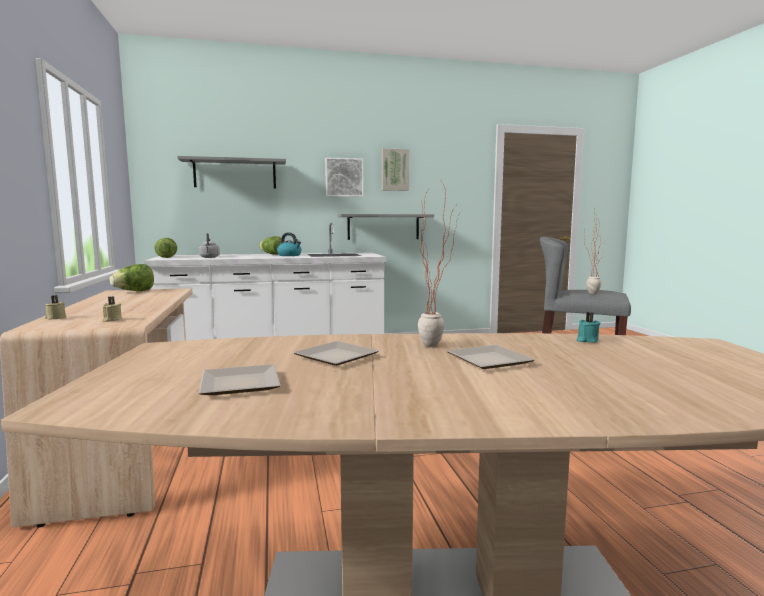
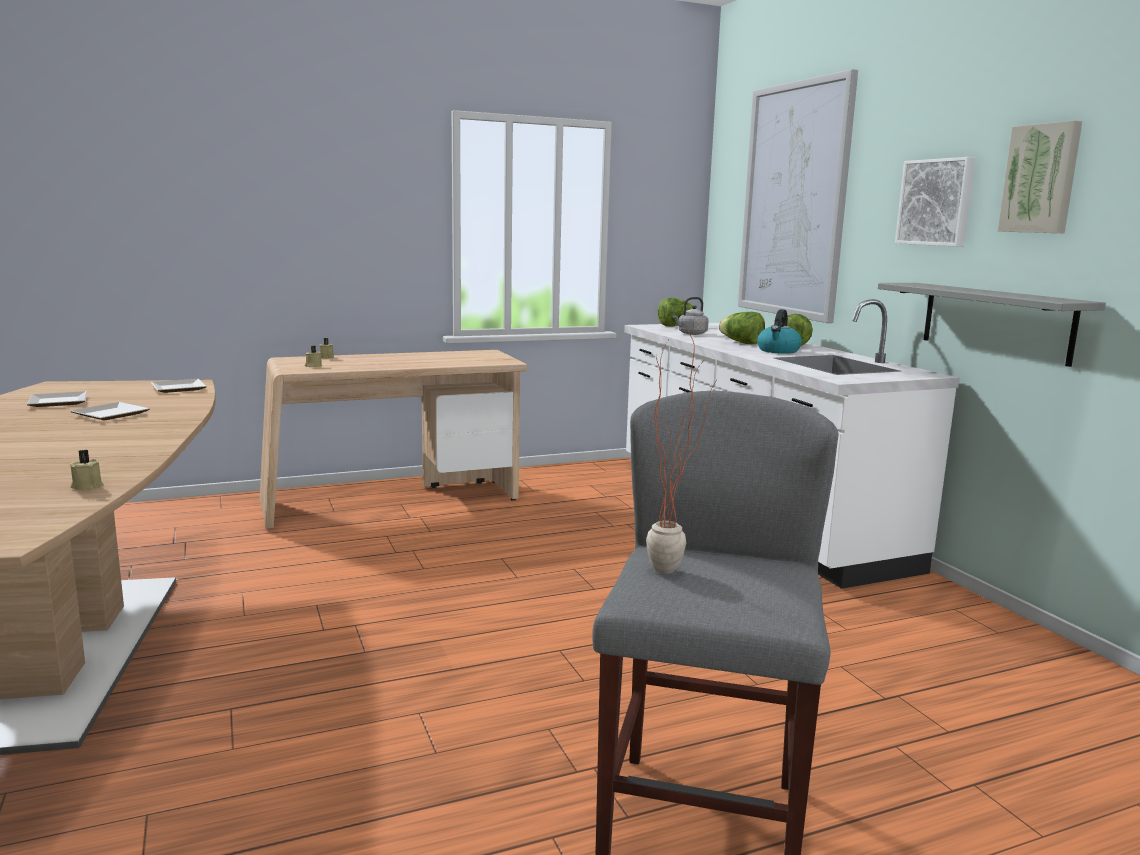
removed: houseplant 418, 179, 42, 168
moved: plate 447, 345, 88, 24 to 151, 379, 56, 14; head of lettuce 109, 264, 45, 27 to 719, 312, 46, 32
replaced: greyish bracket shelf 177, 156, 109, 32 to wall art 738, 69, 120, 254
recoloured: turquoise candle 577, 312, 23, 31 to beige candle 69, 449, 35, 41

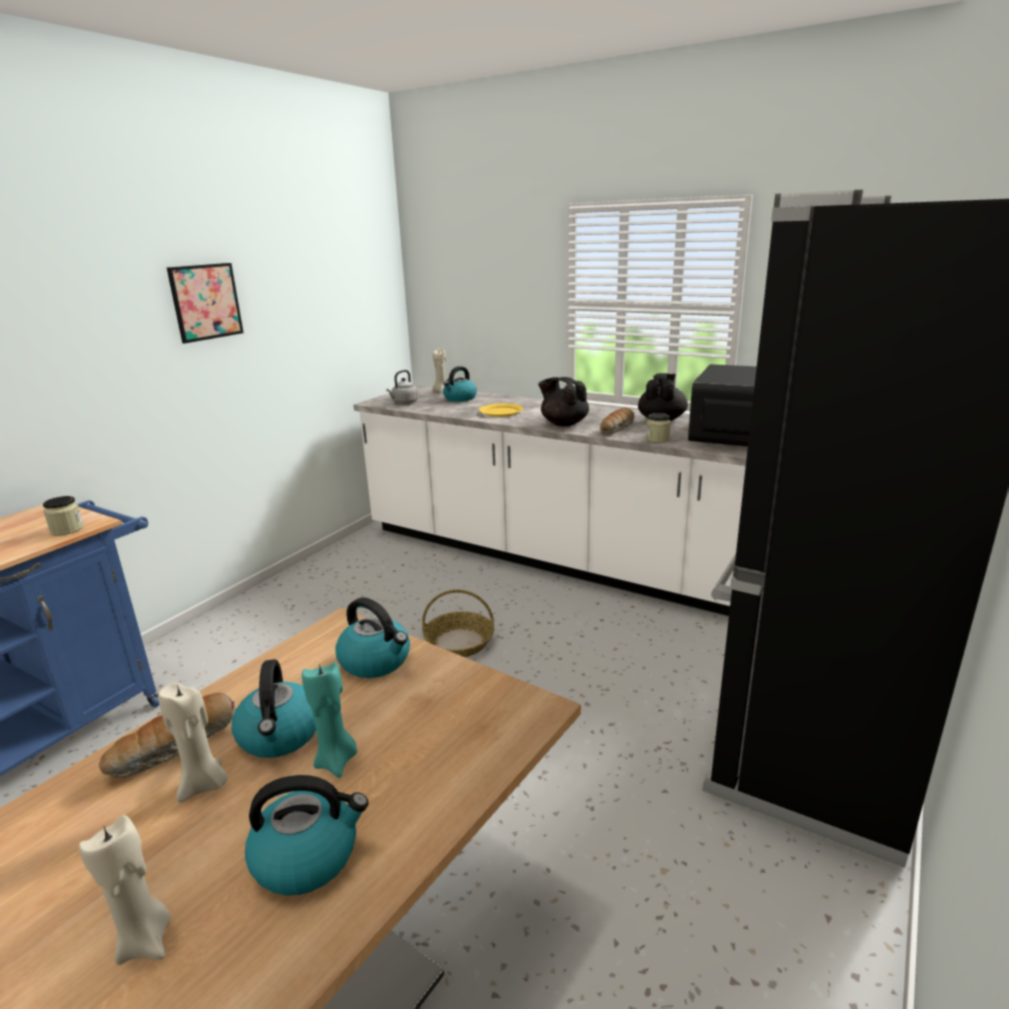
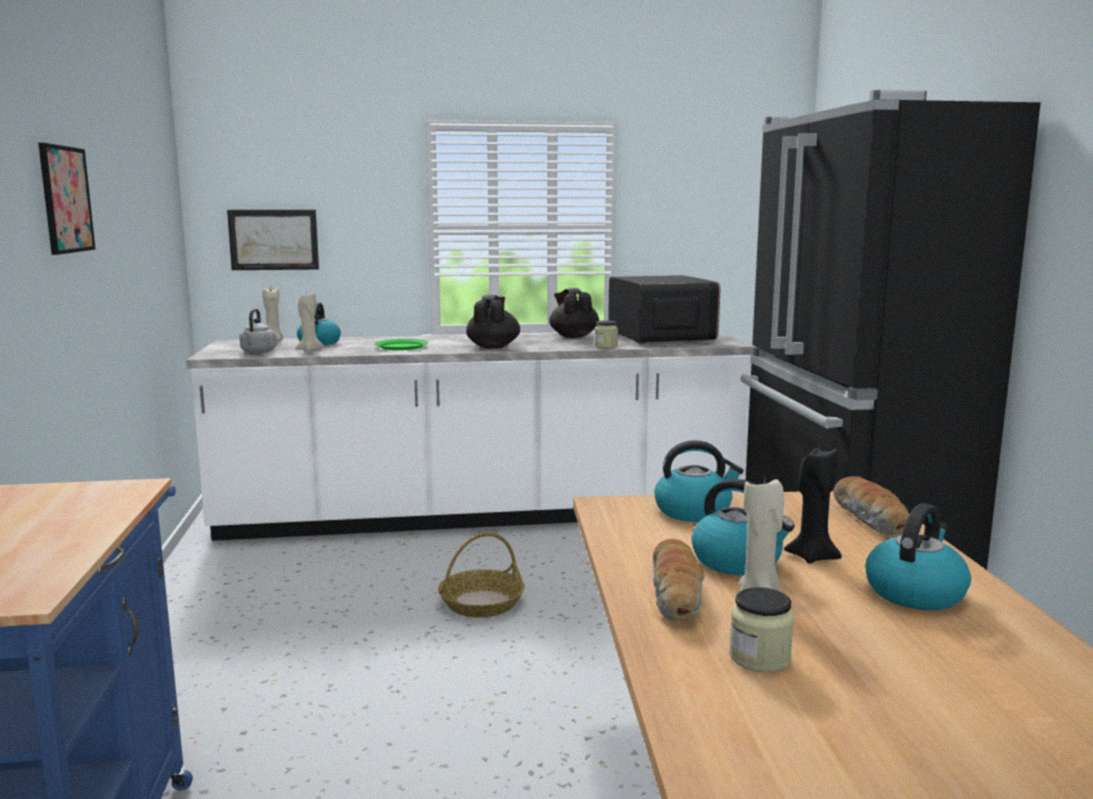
added: wall art 227, 210, 92, 60
moved: beige candle 79, 815, 92, 150 to 295, 292, 29, 60; storage jar 43, 496, 41, 39 to 729, 587, 65, 85; bread 600, 408, 34, 26 to 833, 476, 76, 59
recoloured: yellowish plate 479, 403, 44, 14 to greenish plate 375, 339, 53, 11; turquoise candle 302, 662, 55, 116 to black-coloured candle 784, 446, 58, 118
turned: black-coloured tea pot 538, 377, 51, 49 = 466, 295, 54, 54 90 degrees clockwise

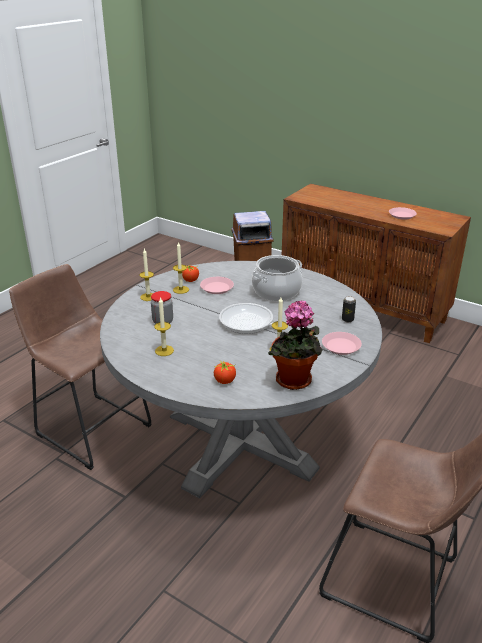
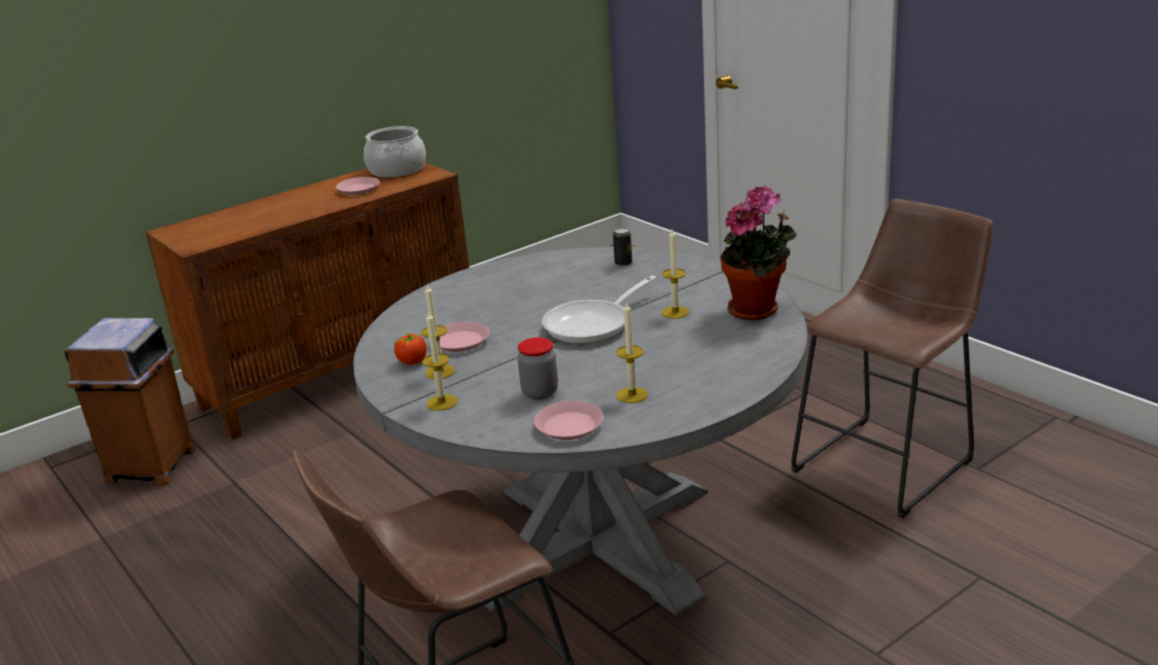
removed: fresh tomato 214, 361, 22, 23
moved: cooking pot 252, 255, 50, 46 to 364, 126, 62, 52; pinkish plate 322, 332, 40, 23 to 534, 401, 69, 39

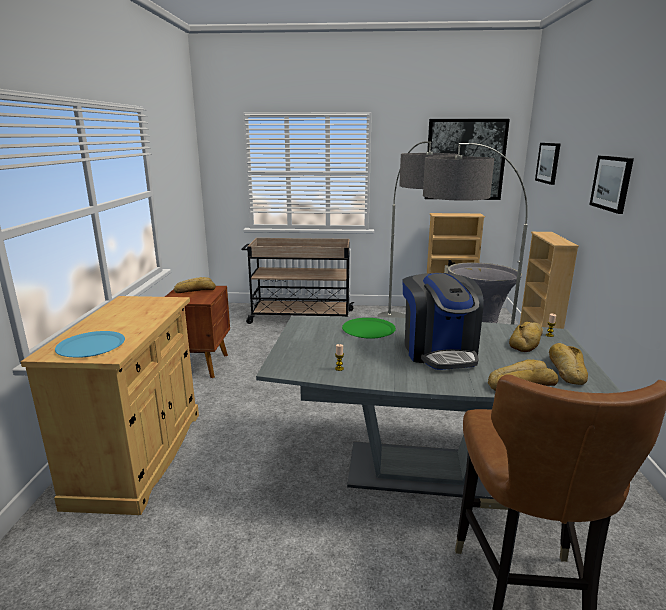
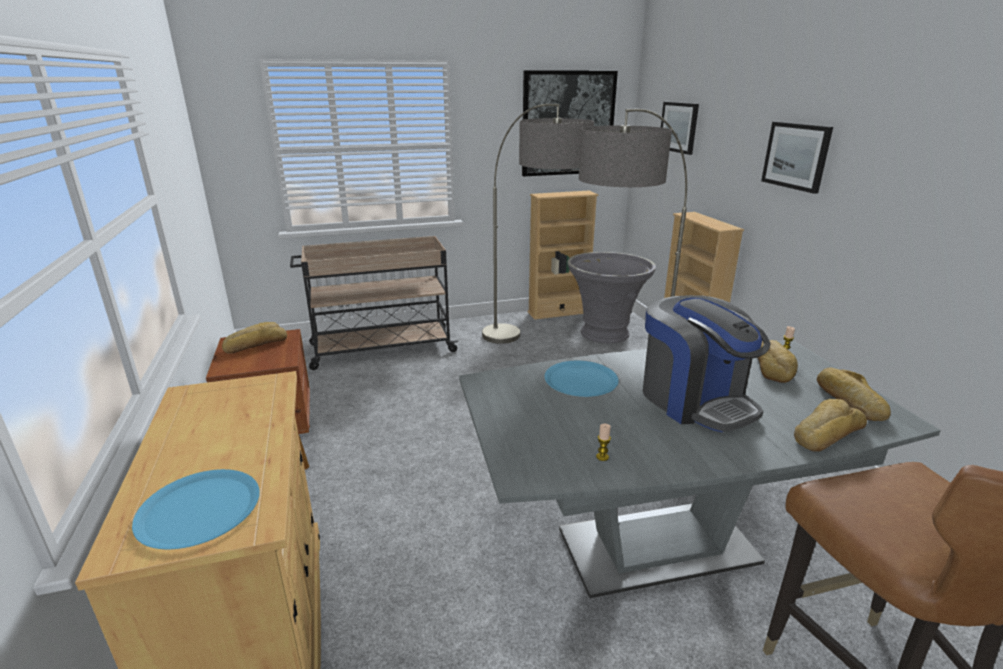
recoloured: greenish plate 342, 318, 54, 21 to blue plate 545, 361, 74, 36

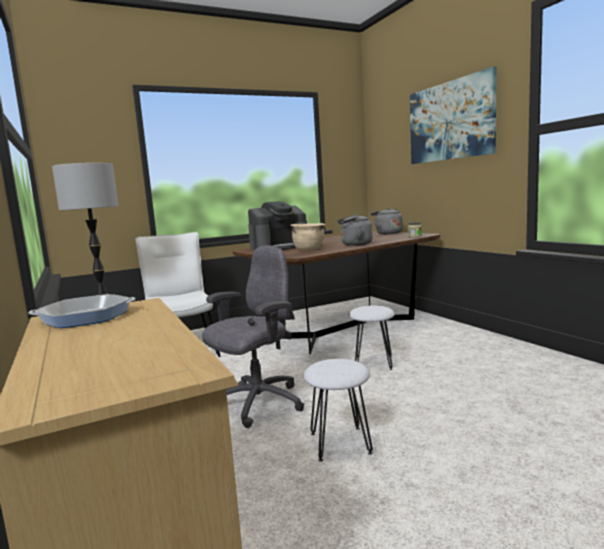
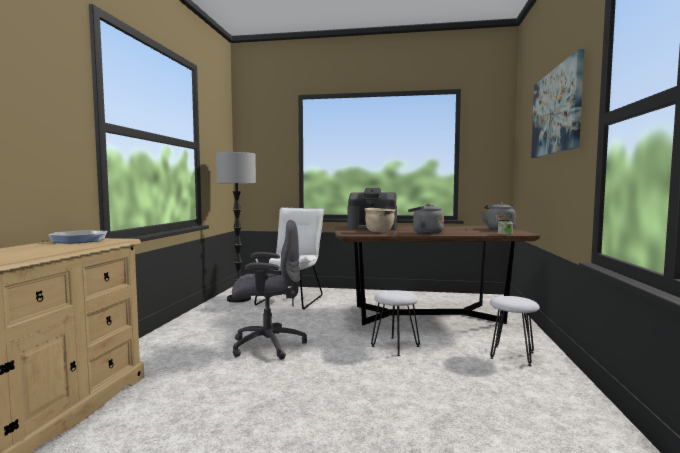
moved: whitish stool 304, 359, 69, 102 to 490, 296, 50, 70

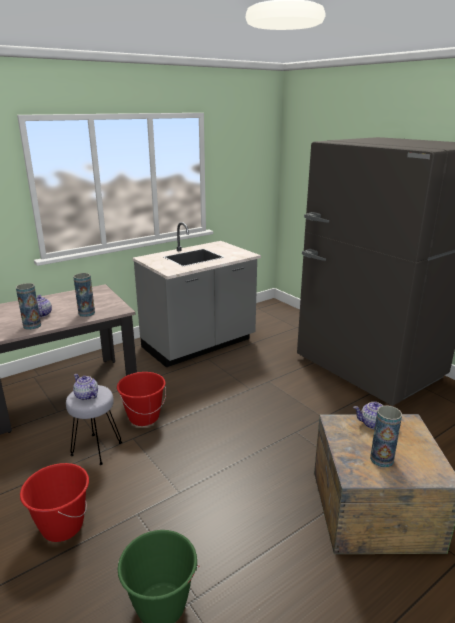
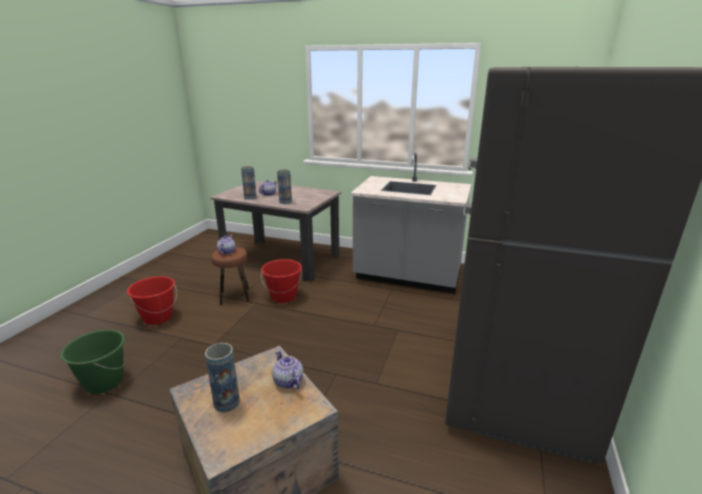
recoloured: greyish stool 66, 385, 56, 80 to brown-coloured stool 211, 247, 38, 58

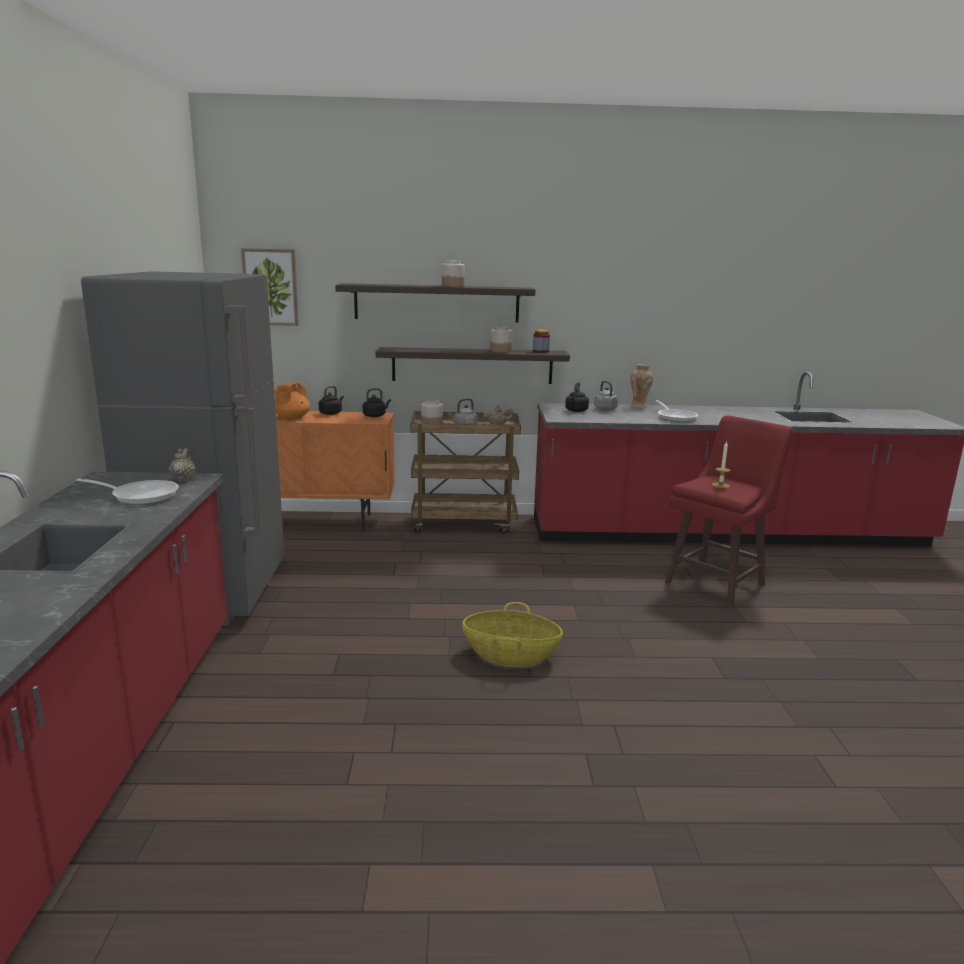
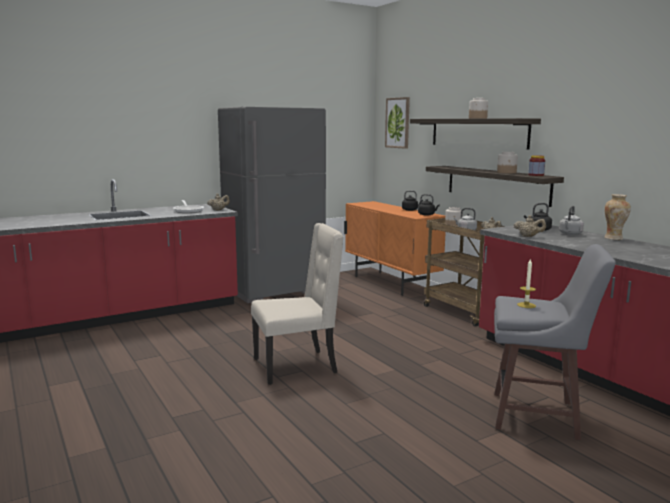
removed: orange-coloured tea pot 274, 382, 36, 38; skillet 656, 400, 42, 22
added: beige tea pot 514, 215, 32, 22
replaced: household basket 462, 602, 101, 65 to beige chair 251, 223, 92, 162
recoloured: red-coloured stool 665, 416, 128, 191 to greyish stool 494, 244, 122, 196

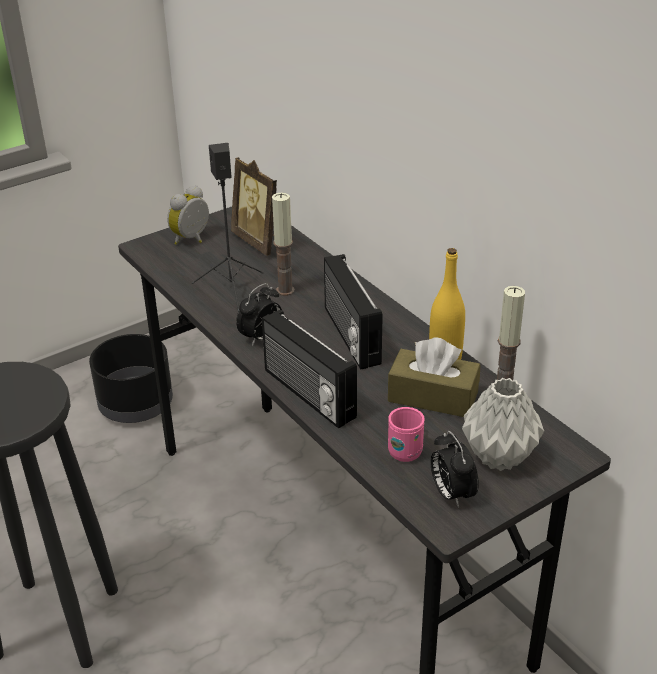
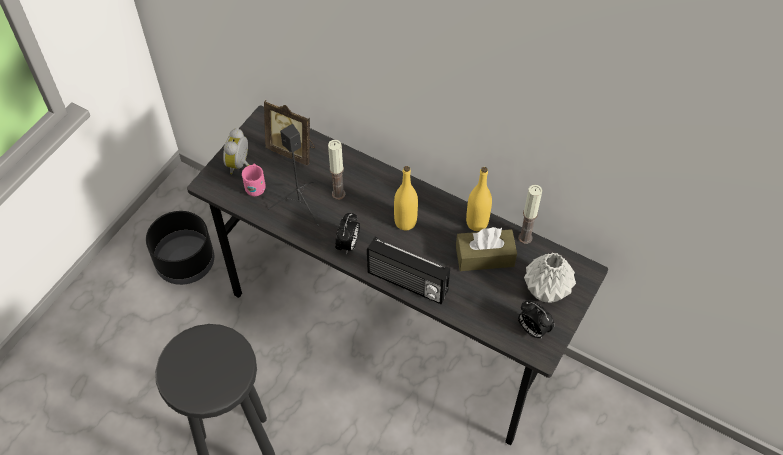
moved: pinkish tea mug 388, 407, 37, 55 to 242, 163, 24, 33
replaced: radio 324, 254, 58, 116 to yellowish bottle 394, 166, 24, 64

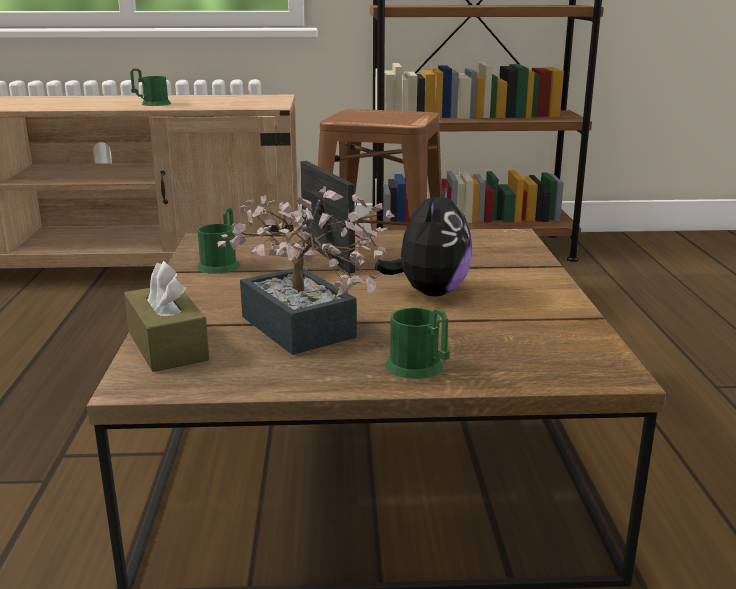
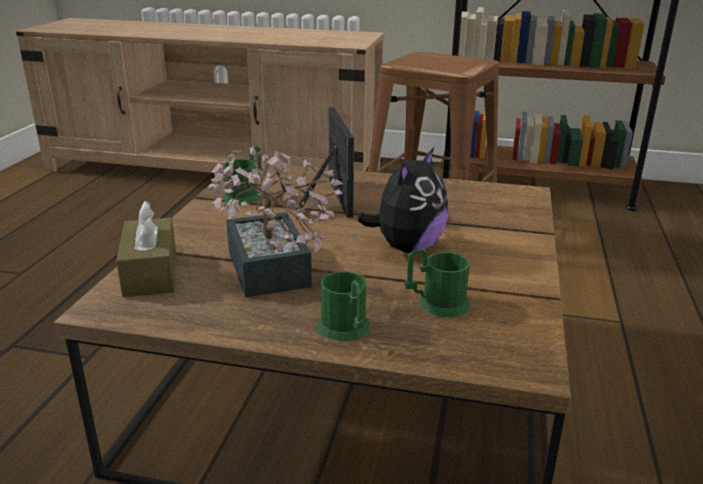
moved: greenish tea mug 130, 68, 41, 38 to 405, 249, 65, 68

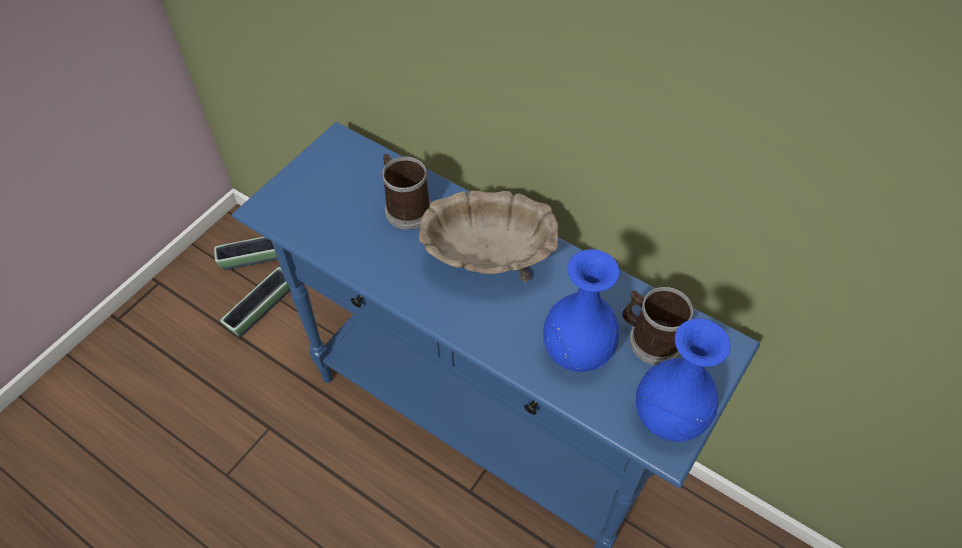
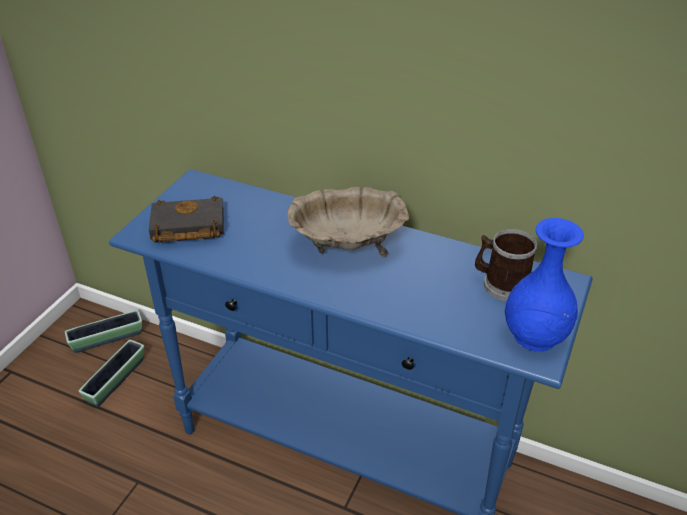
removed: tea mug 382, 154, 49, 76; blue vase 543, 249, 77, 123
added: black-coloured book 149, 196, 75, 47

